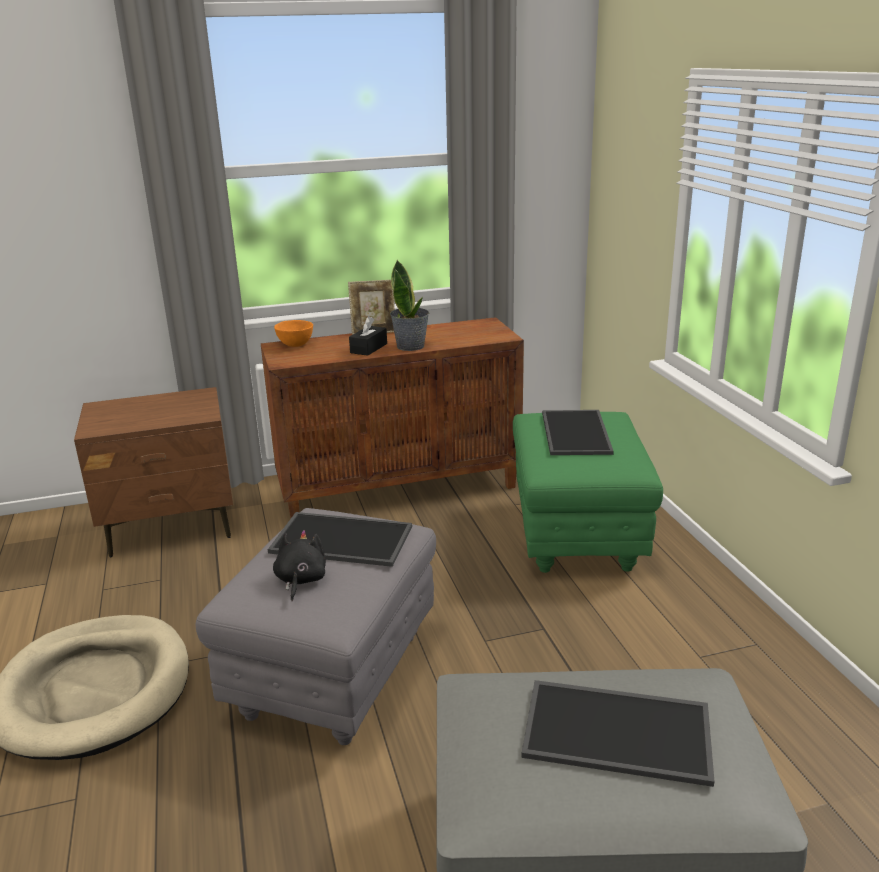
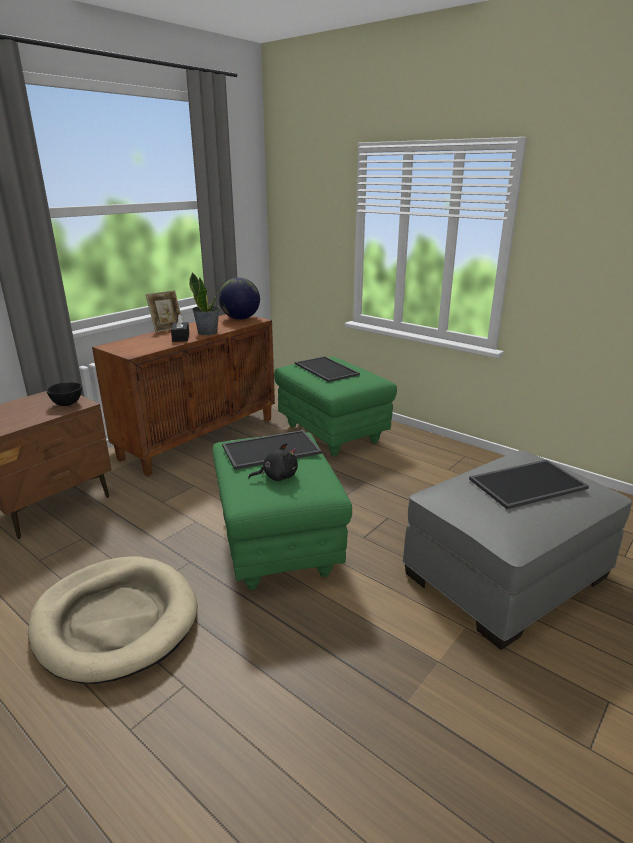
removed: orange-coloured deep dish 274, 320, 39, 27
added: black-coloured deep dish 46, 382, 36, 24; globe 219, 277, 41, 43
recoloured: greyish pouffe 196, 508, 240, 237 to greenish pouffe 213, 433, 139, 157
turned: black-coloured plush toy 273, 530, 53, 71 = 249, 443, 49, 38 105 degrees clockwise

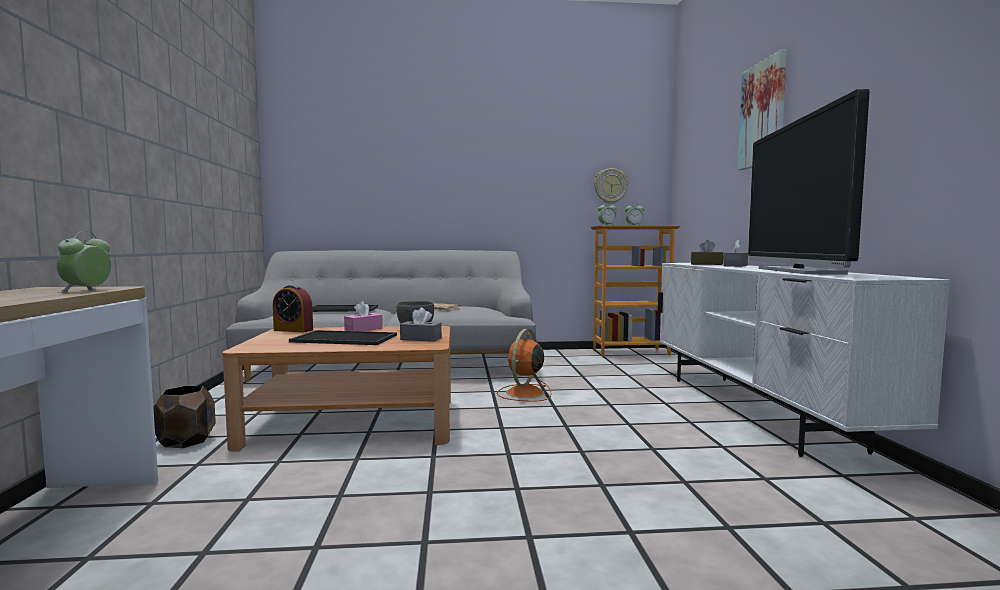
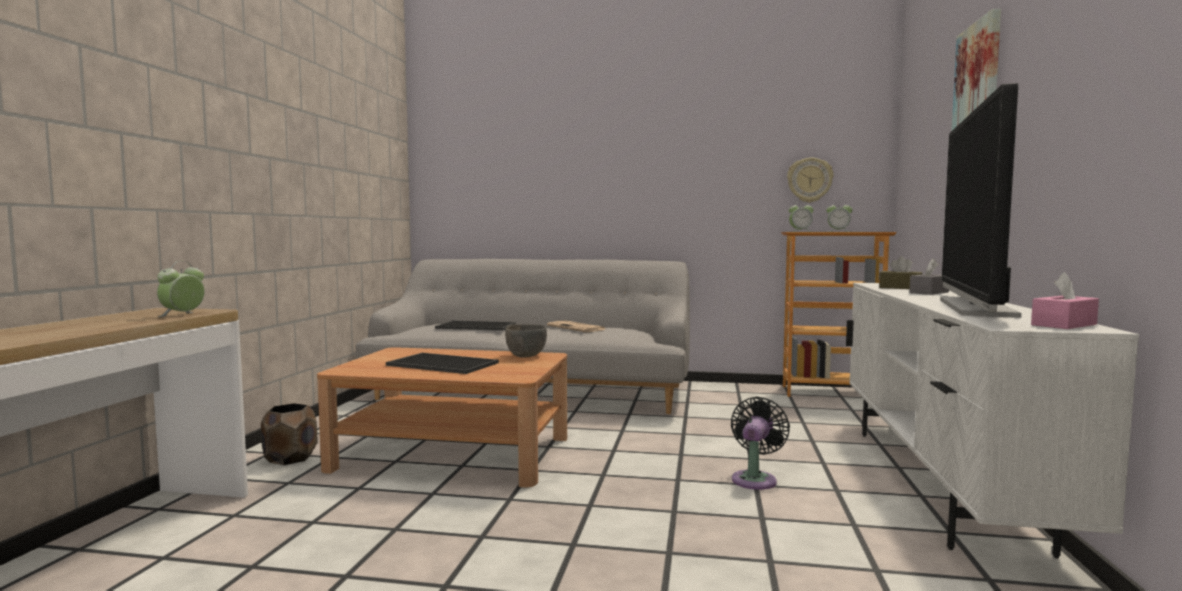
removed: bedside clock 273, 285, 40, 48; greyish tissue box 400, 308, 42, 34; orange-coloured fan 497, 329, 55, 72
added: black-coloured fan 731, 397, 59, 93
moved: pinkish tissue box 344, 301, 39, 30 to 1031, 272, 68, 57

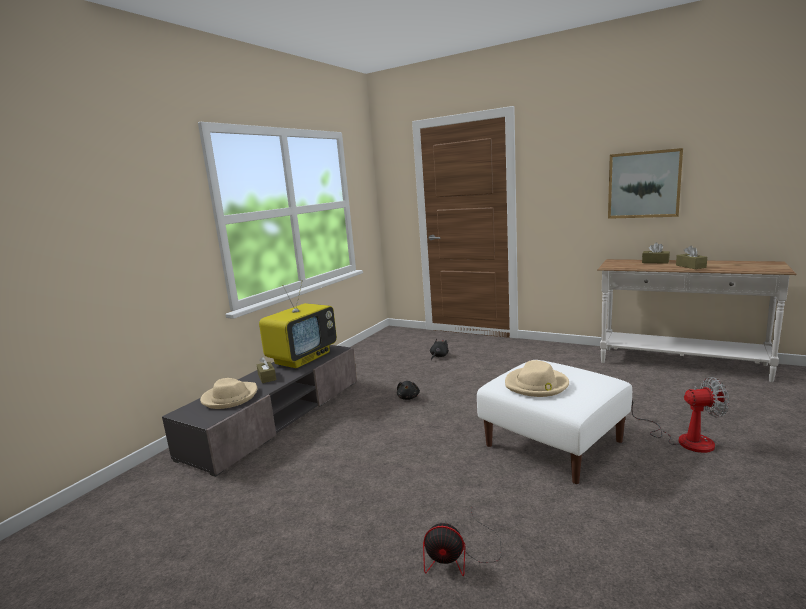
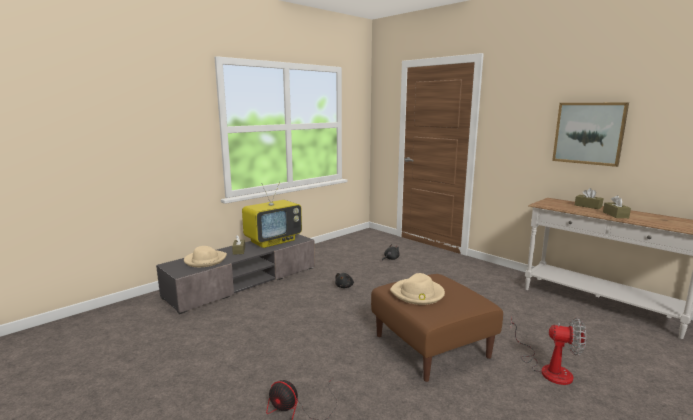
recoloured: whitish pouffe 477, 360, 155, 124 to brown-coloured pouffe 371, 274, 132, 108

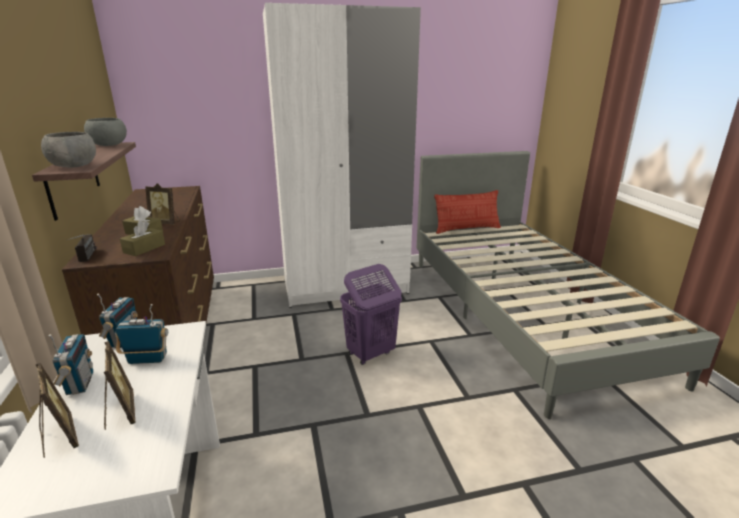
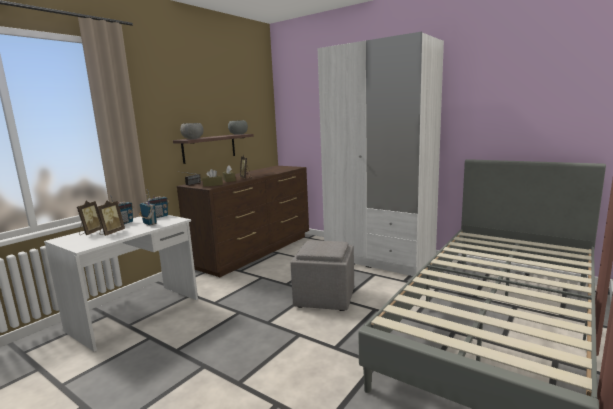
removed: pillow 434, 190, 67, 44
replaced: purplish washing basket 340, 264, 62, 101 to greyish pouffe 290, 240, 64, 71

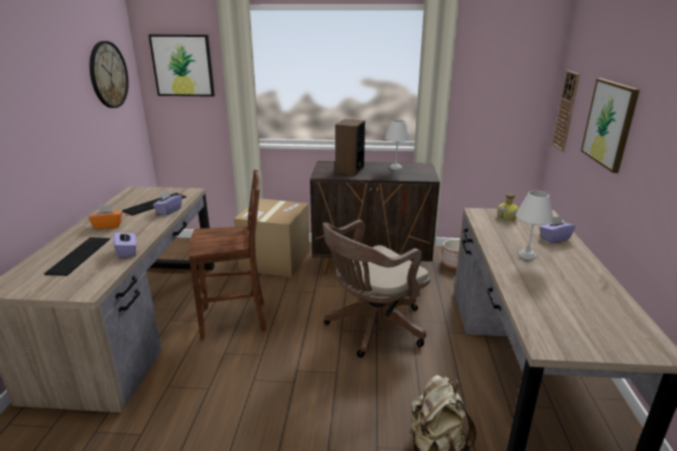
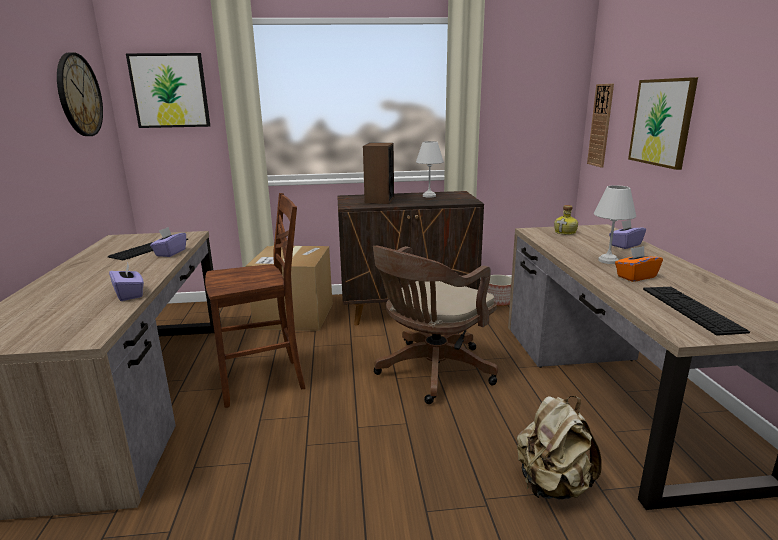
moved: orange-coloured tissue box 88, 205, 34, 24 to 615, 246, 48, 36; keyboard 44, 237, 66, 39 to 643, 287, 107, 49

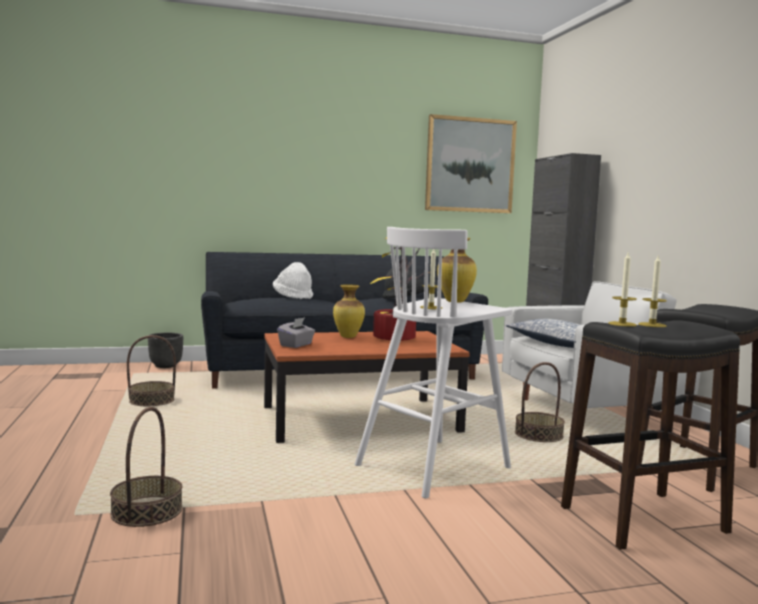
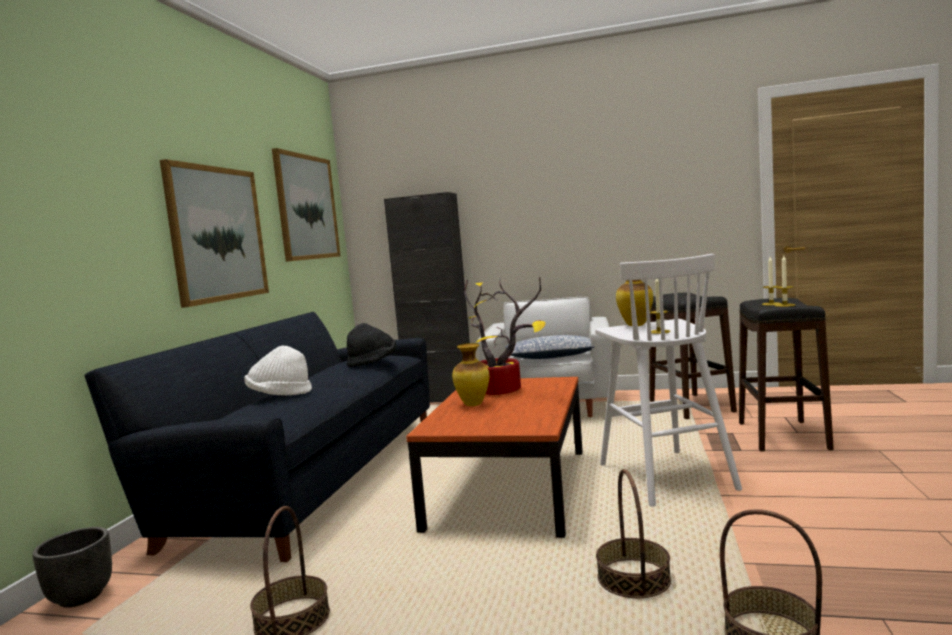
removed: greyish tissue box 277, 317, 38, 31
added: wall art 160, 159, 109, 149
moved: household basket 515, 362, 50, 80 to 596, 469, 75, 129

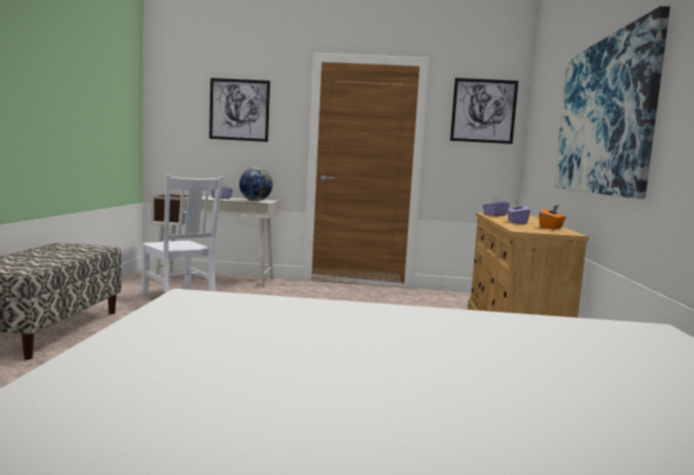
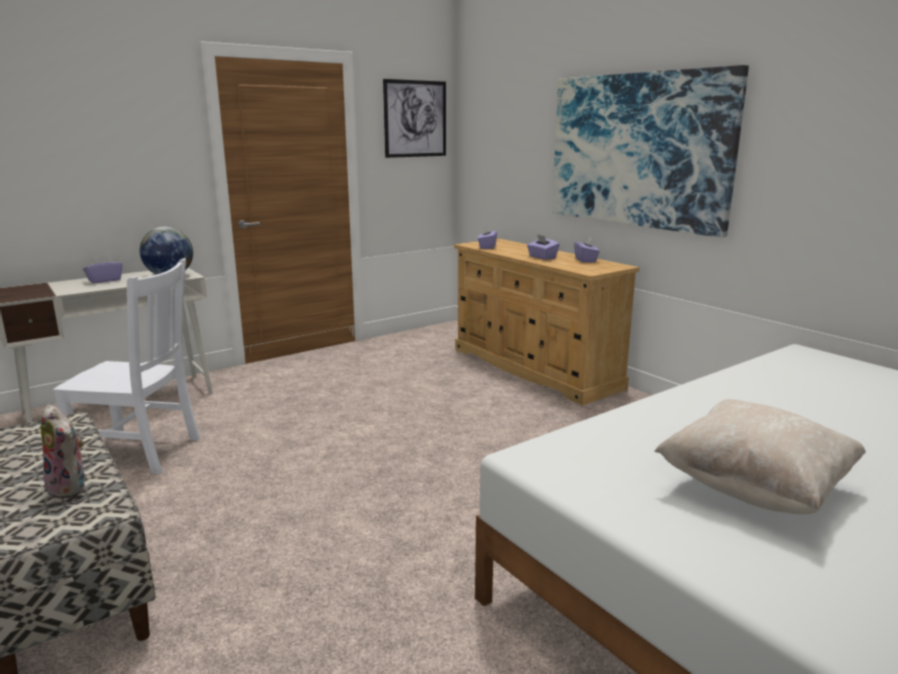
removed: wall art 209, 78, 61, 64
added: plush toy 41, 404, 44, 95; beige pillow 654, 399, 212, 116
recoloured: orange-coloured tissue box 539, 205, 27, 24 to purplish tissue box 574, 237, 26, 26

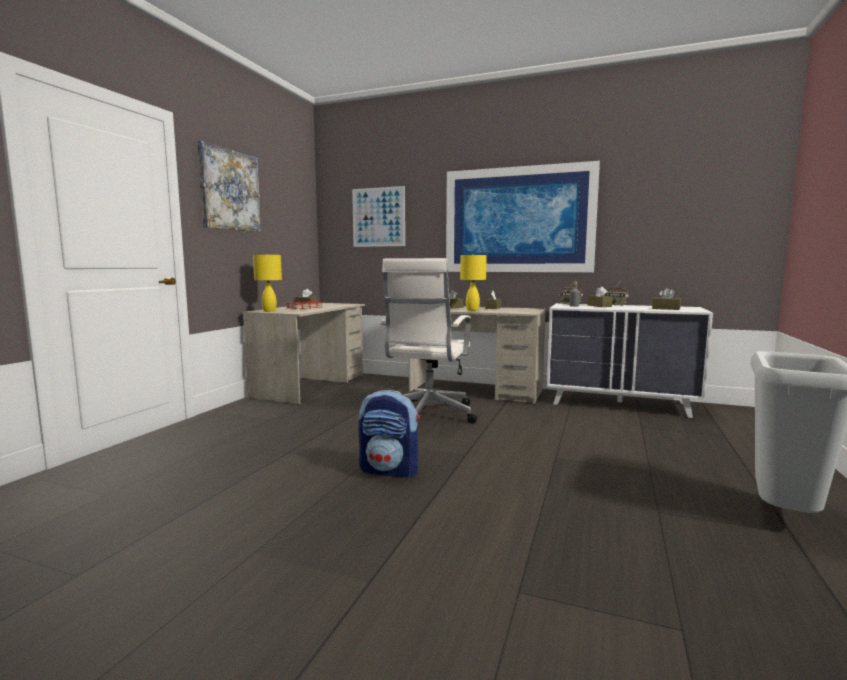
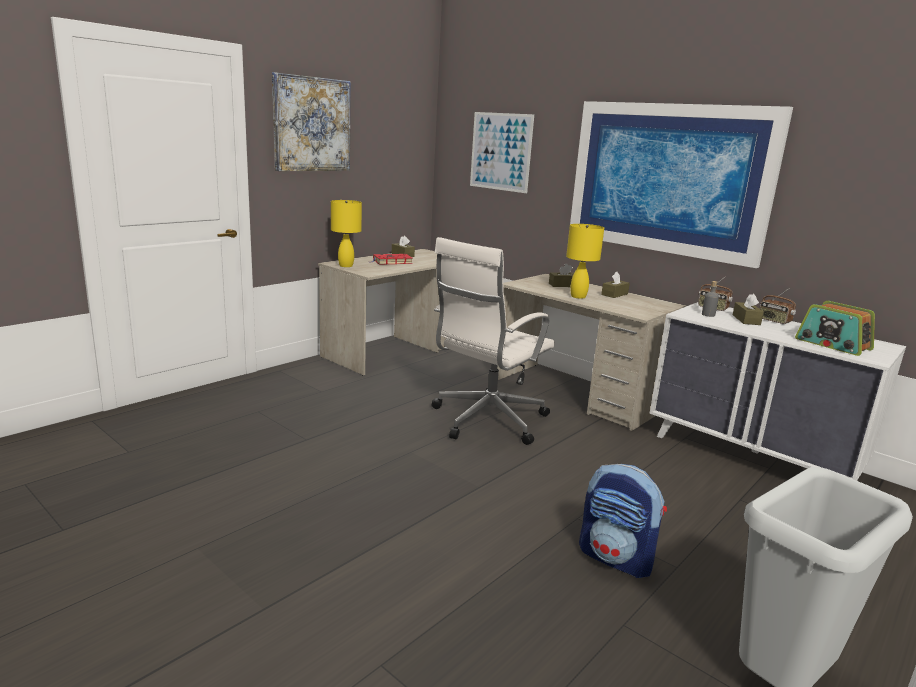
moved: rucksack 358, 390, 62, 88 to 579, 464, 88, 114
replaced: brown-coloured tissue box 652, 288, 29, 22 to radio 795, 301, 80, 55

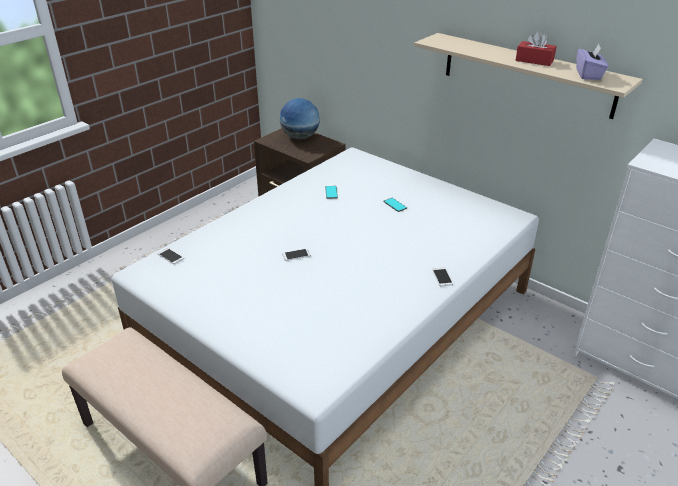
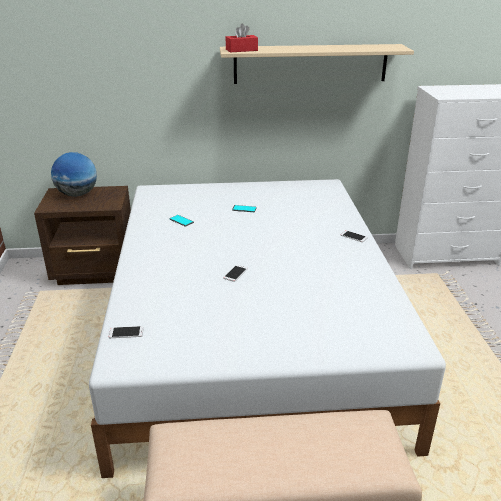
removed: purplish tissue box 576, 44, 32, 36
moved: red-coloured tissue box 515, 31, 42, 35 to 226, 24, 32, 28

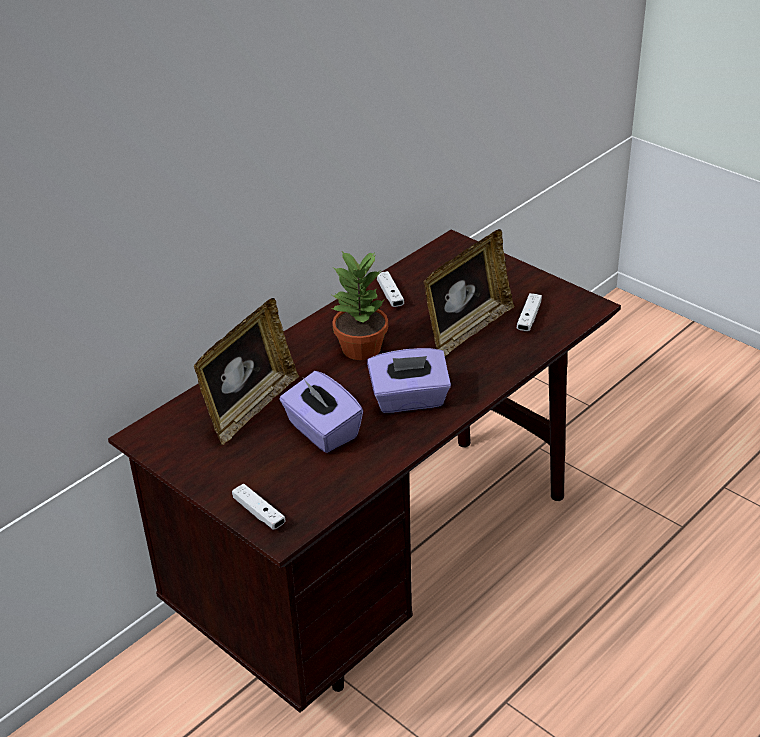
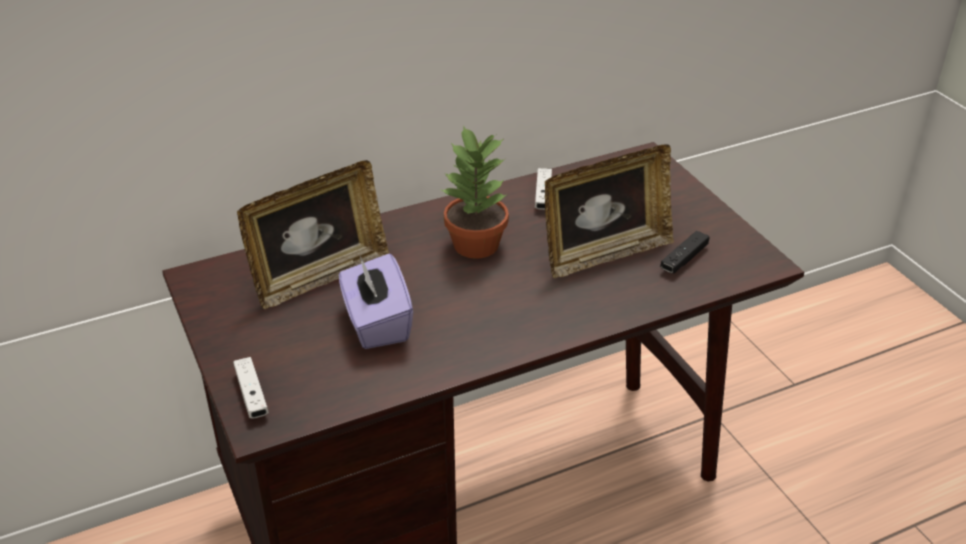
removed: purplish tissue box 367, 348, 84, 65
recoloured: whitish game controller 517, 293, 25, 38 to black-coloured game controller 660, 231, 49, 42

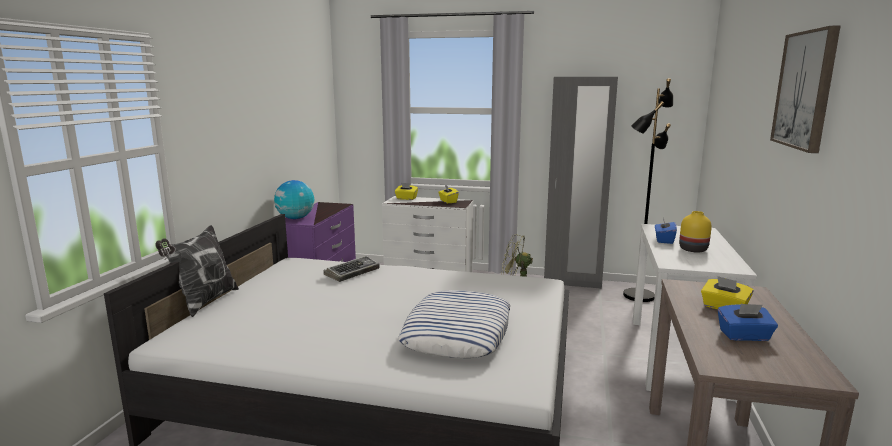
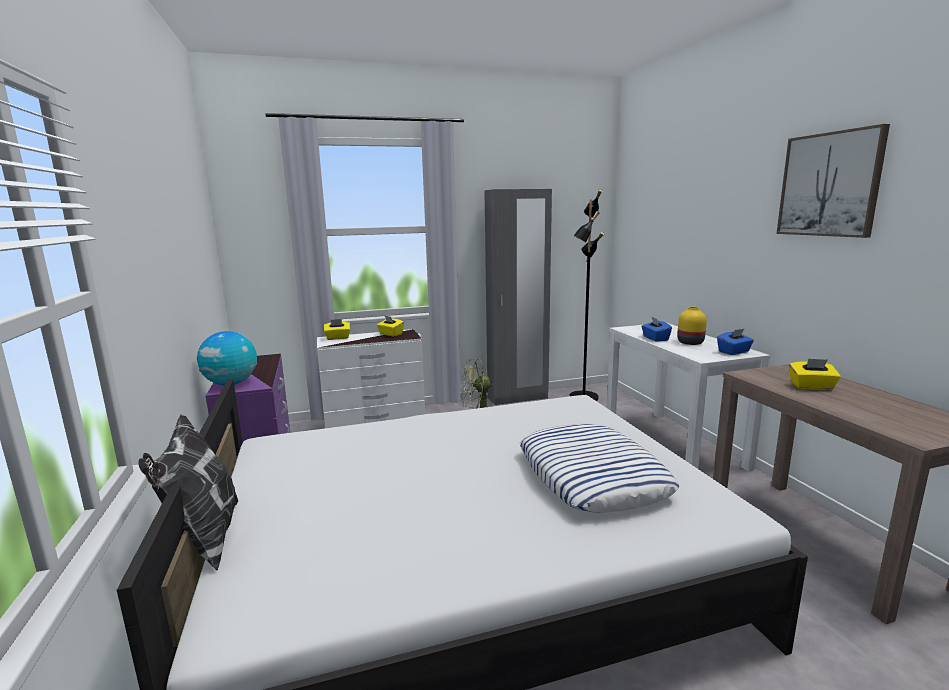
removed: keyboard 323, 256, 57, 26
moved: blue tissue box 718, 304, 60, 37 to 717, 329, 37, 26

